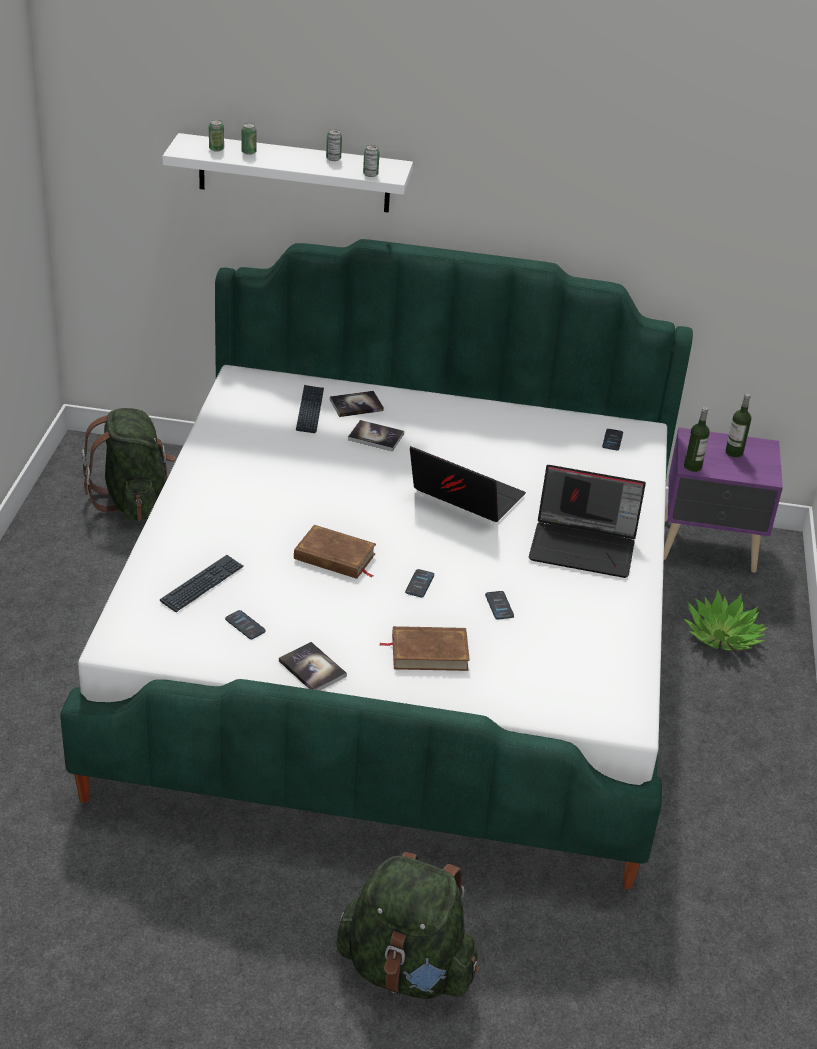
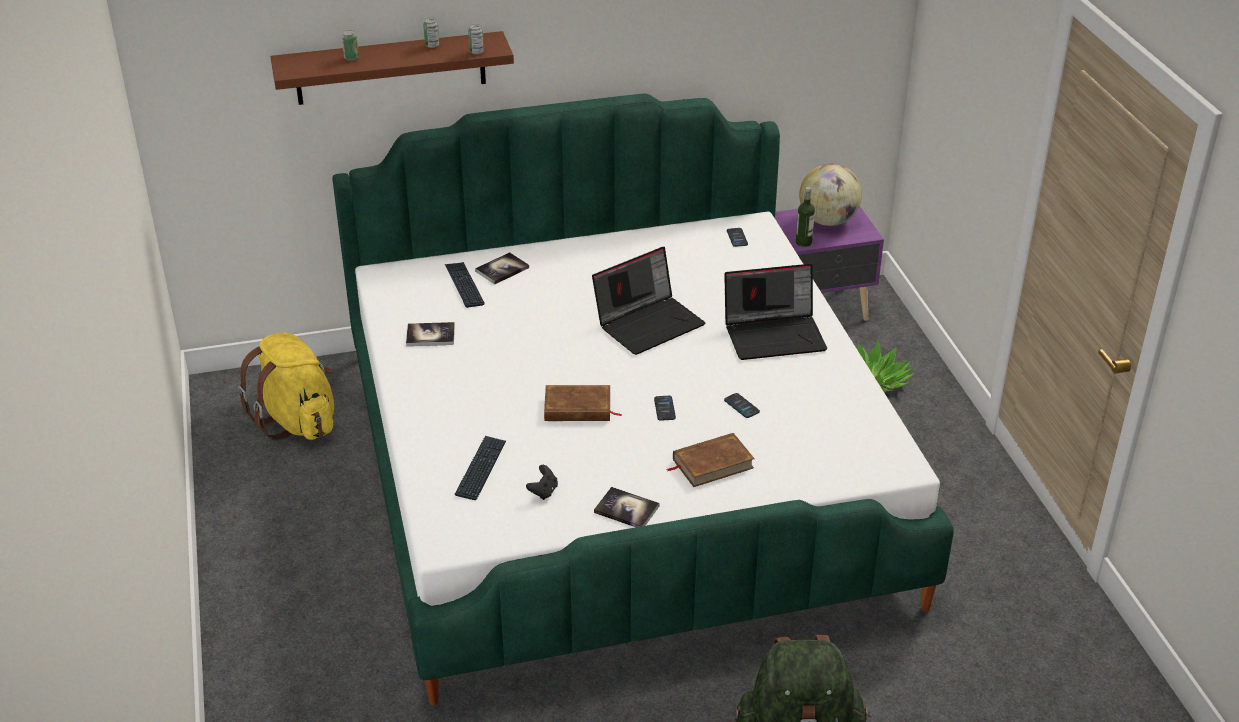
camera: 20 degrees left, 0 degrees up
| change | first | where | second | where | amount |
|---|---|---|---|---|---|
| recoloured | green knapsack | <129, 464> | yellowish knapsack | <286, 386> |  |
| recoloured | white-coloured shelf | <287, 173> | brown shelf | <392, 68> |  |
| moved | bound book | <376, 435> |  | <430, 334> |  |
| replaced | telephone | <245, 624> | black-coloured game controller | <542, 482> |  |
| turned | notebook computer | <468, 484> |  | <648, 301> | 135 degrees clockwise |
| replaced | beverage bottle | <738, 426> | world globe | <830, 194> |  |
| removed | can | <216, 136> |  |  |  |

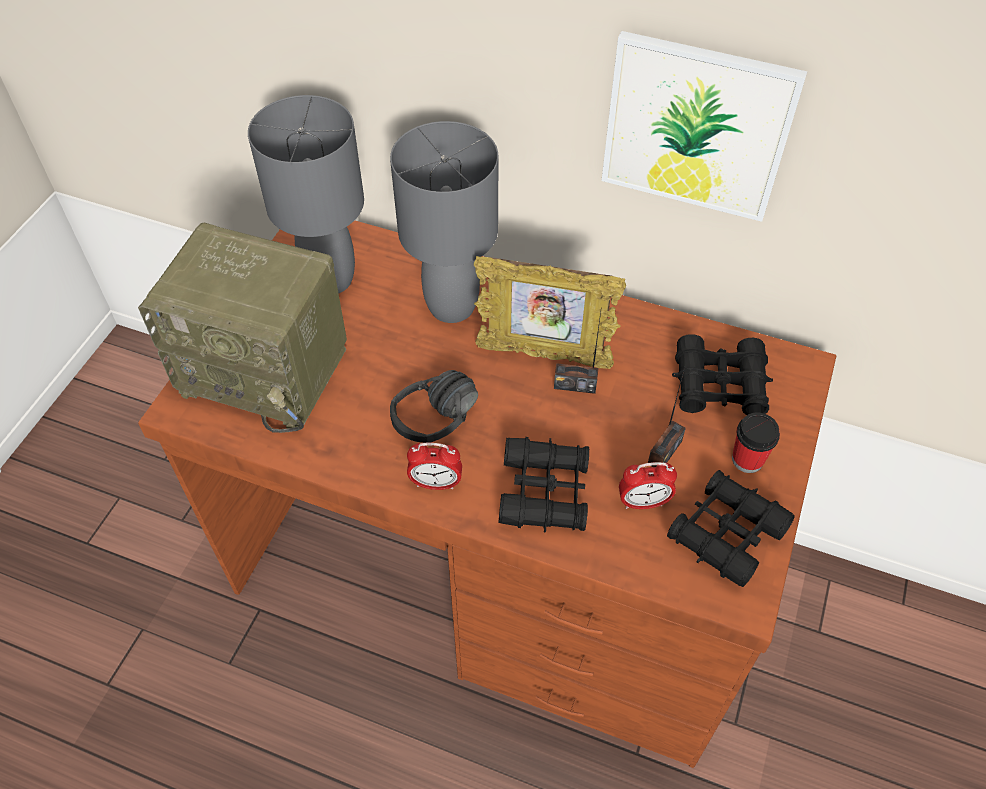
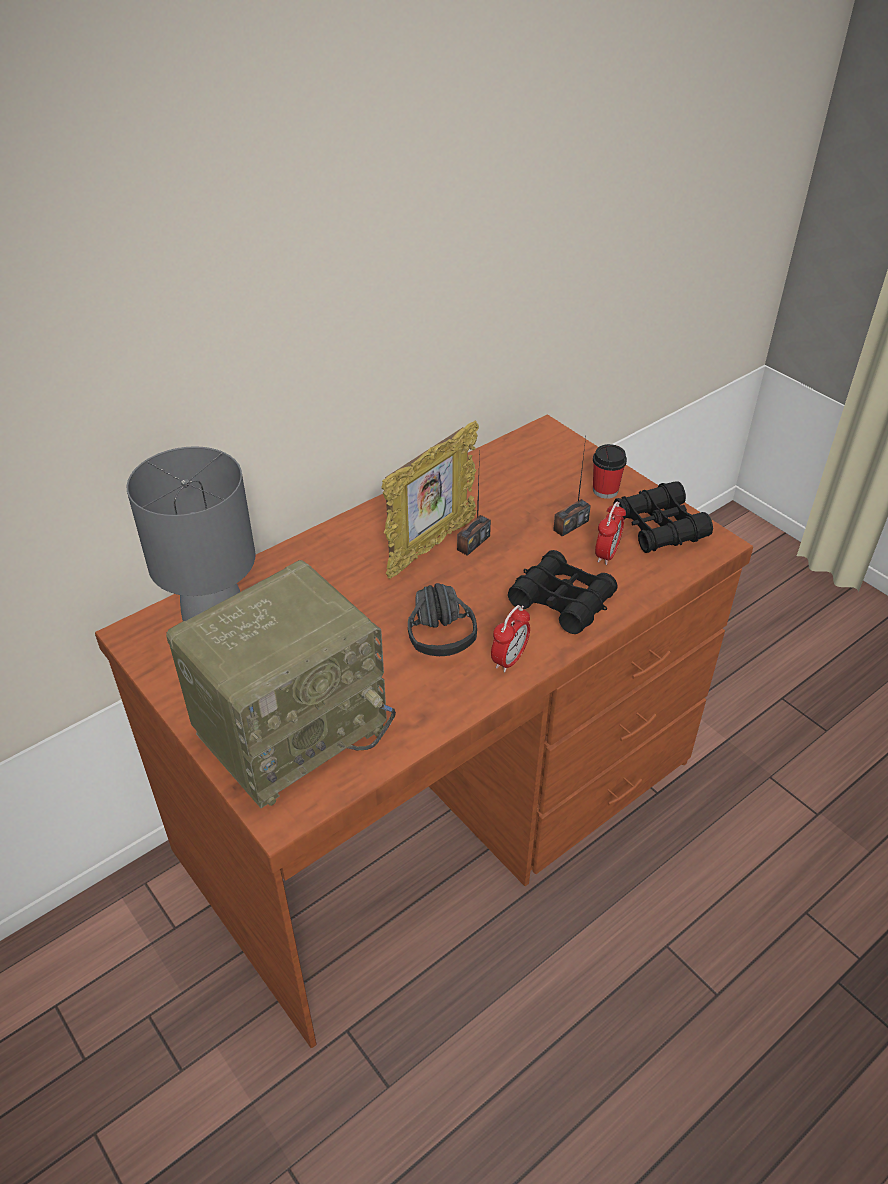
camera: 60 degrees left, 10 degrees down
| change | first | where | second | where | amount |
|---|---|---|---|---|---|
| turned | radio | <667, 417> |  | <572, 487> | 75 degrees clockwise |
| removed | greyish tabletop lamp | <444, 222> |  |  |  |
| removed | picture | <704, 126> |  |  |  |
| removed | black-coloured binoculars | <722, 374> |  |  |  |

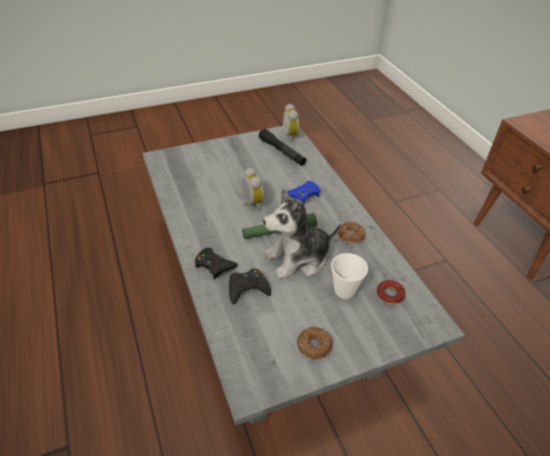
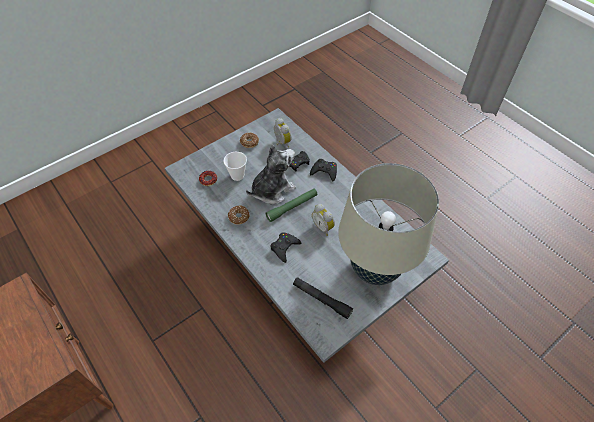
camera: 165 degrees right, 10 degrees up
| change | first | where | second | where | amount |
|---|---|---|---|---|---|
| recoloured | blue-coloured game controller | <303, 192> | black-coloured game controller | <286, 247> |  |
| moved | table clock | <291, 123> |  | <283, 133> |  |
| added |  |  | beige tabletop lamp | <388, 224> |  |

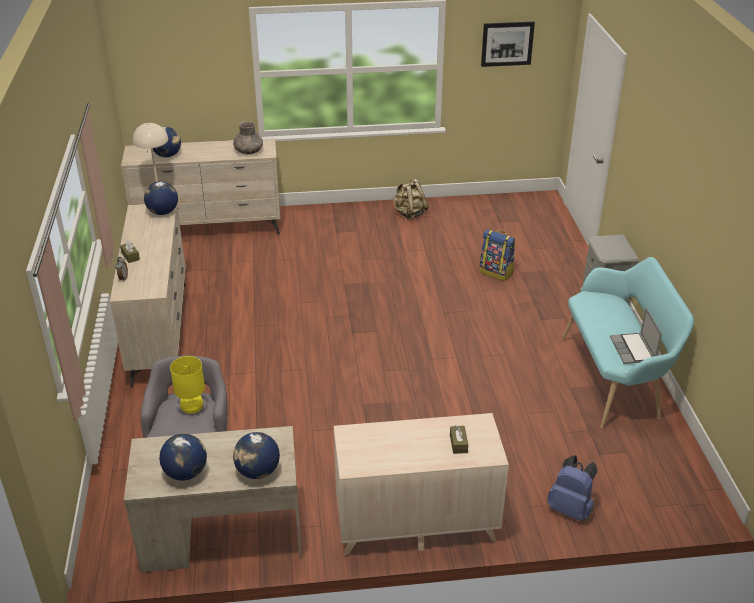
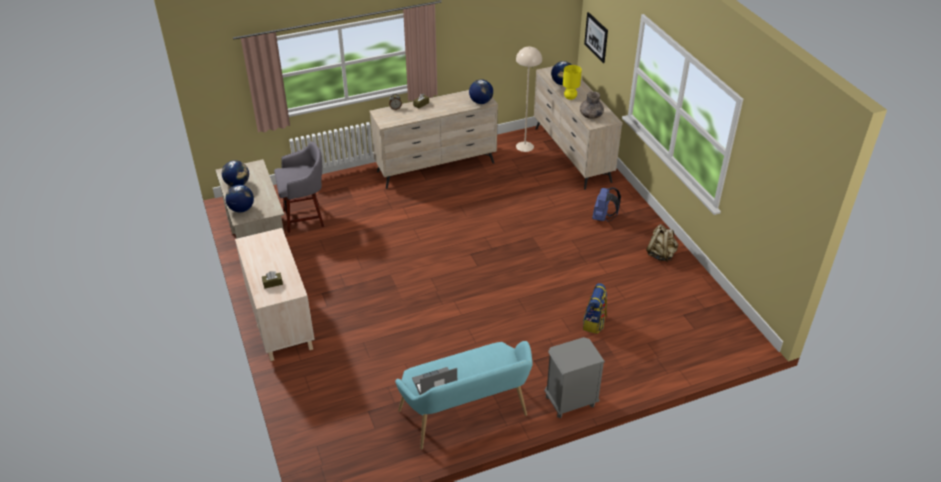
camera: 75 degrees right, 5 degrees up
| change | first | where | second | where | amount |
|---|---|---|---|---|---|
| moved | yellowish tabletop lamp | <187, 385> |  | <572, 82> |  |
| moved | picture | <508, 44> |  | <596, 37> |  |
| moved | blue-coloured knapsack | <572, 488> |  | <606, 204> |  |

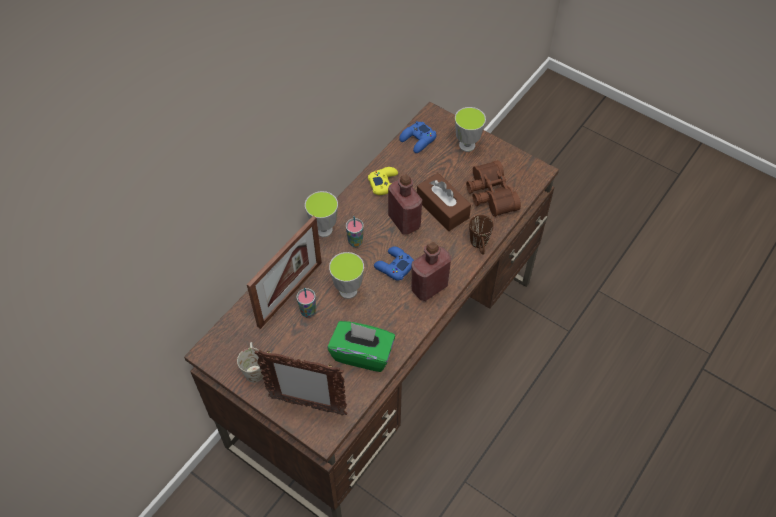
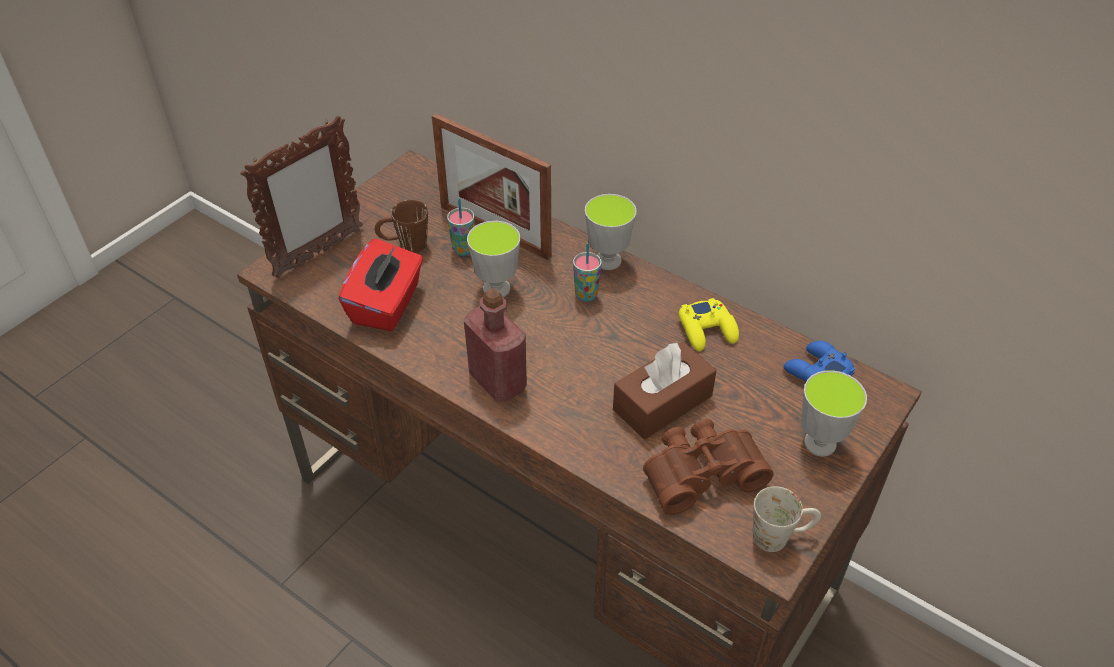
camera: 90 degrees right, 10 degrees down
| change | first | where | second | where | amount |
|---|---|---|---|---|---|
| turned | standing frame | <301, 383> |  | <301, 197> | 150 degrees counterclockwise |
| recoloured | green tissue holder | <361, 346> | red tissue holder | <380, 284> |  |
| moved | brown tea mug | <481, 235> |  | <401, 226> |  |
| moved | white-coloured tea mug | <250, 362> |  | <787, 519> |  |
| removed | blue-coloured game controller | <394, 263> |  |  |  |
| removed | red beverage bottle | <405, 204> |  |  |  |

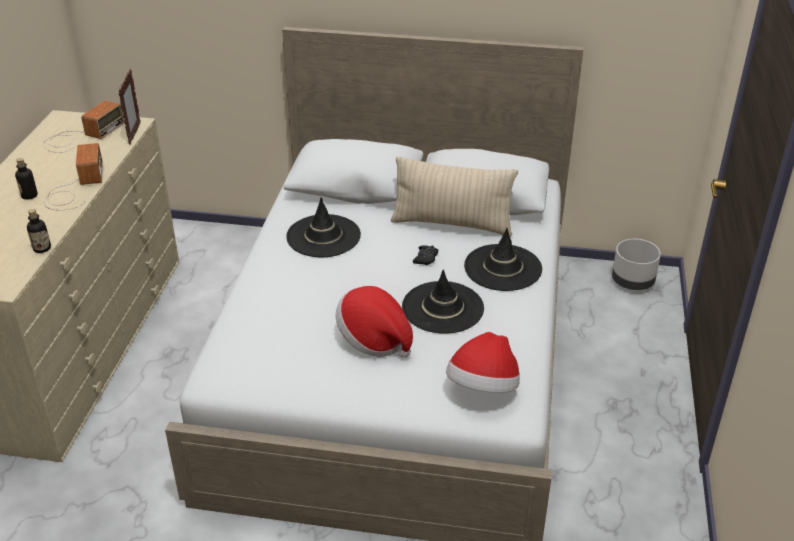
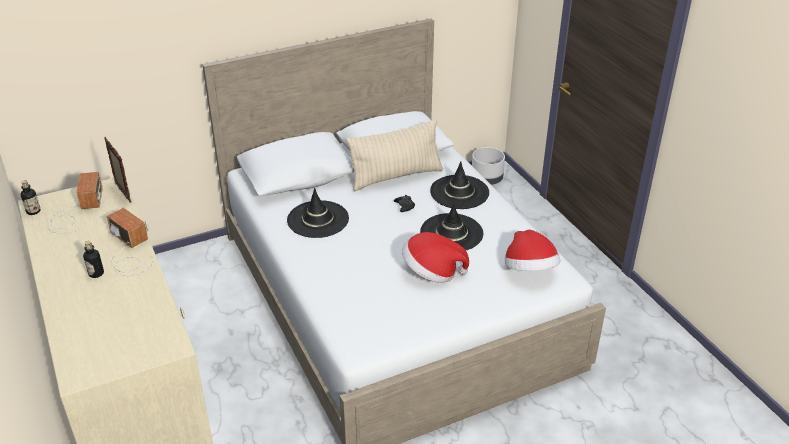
camera: 35 degrees left, 0 degrees up
| change | first | where | second | where | amount |
|---|---|---|---|---|---|
| moved | beverage bottle | <39, 231> |  | <31, 197> |  |

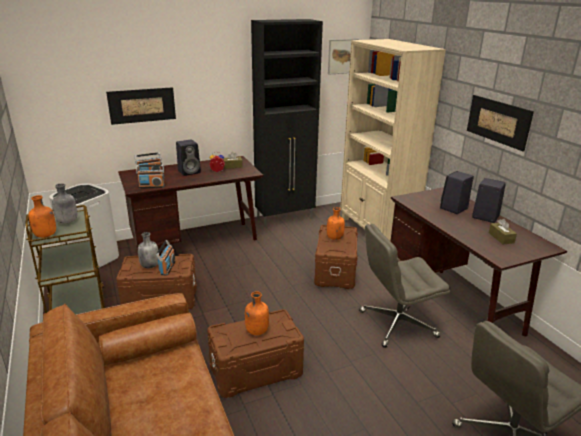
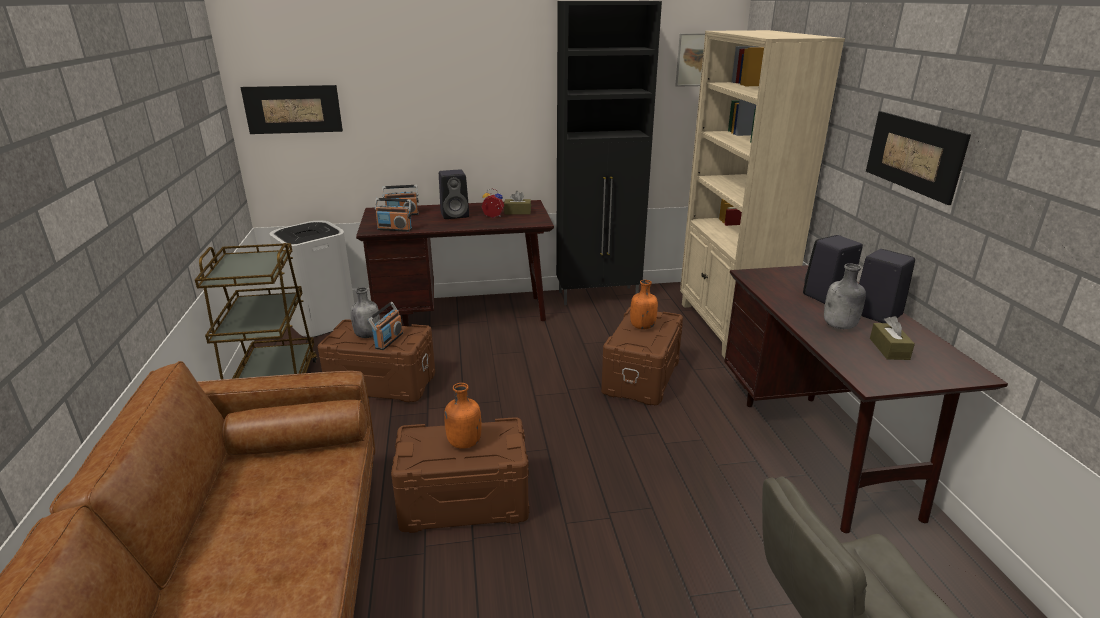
camera: 15 degrees right, 0 degrees up
| change | first | where | second | where | amount |
|---|---|---|---|---|---|
| moved | picture | <141, 106> |  | <291, 109> |  |
| moved | greyish beverage bottle | <64, 203> |  | <845, 296> |  |
| removed | orangey beverage bottle | <42, 216> |  |  |  |
| removed | greyish computer chair | <404, 286> |  |  |  |

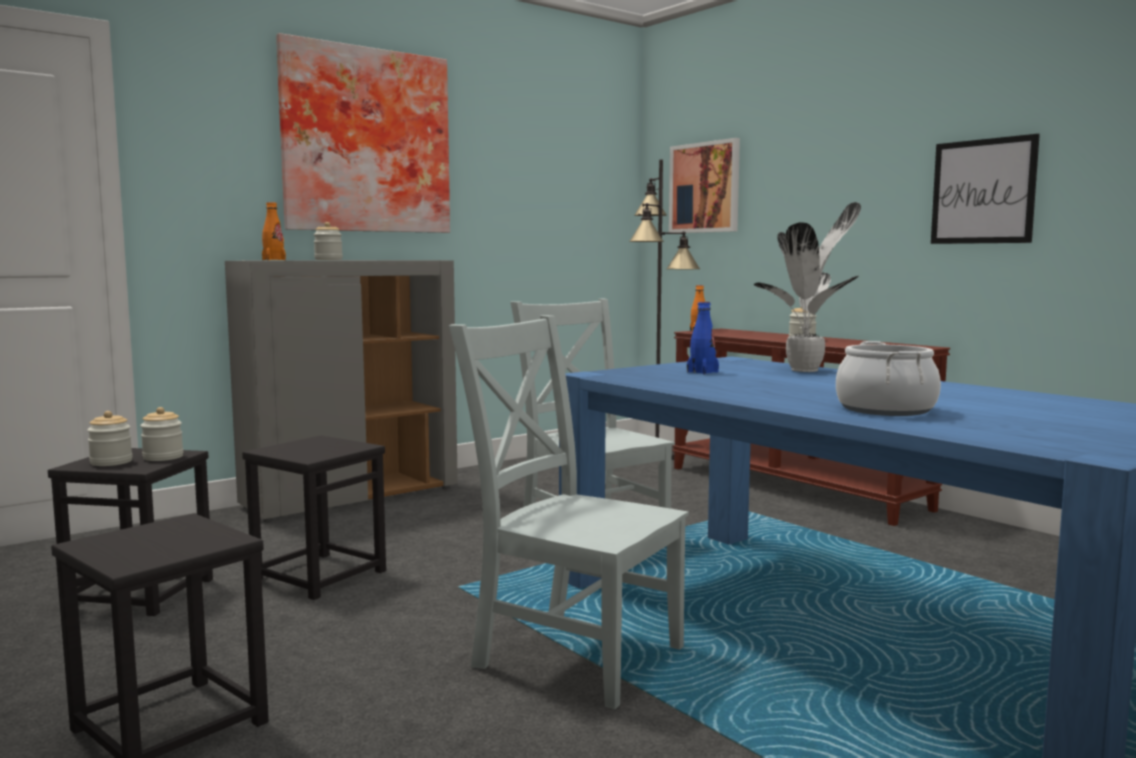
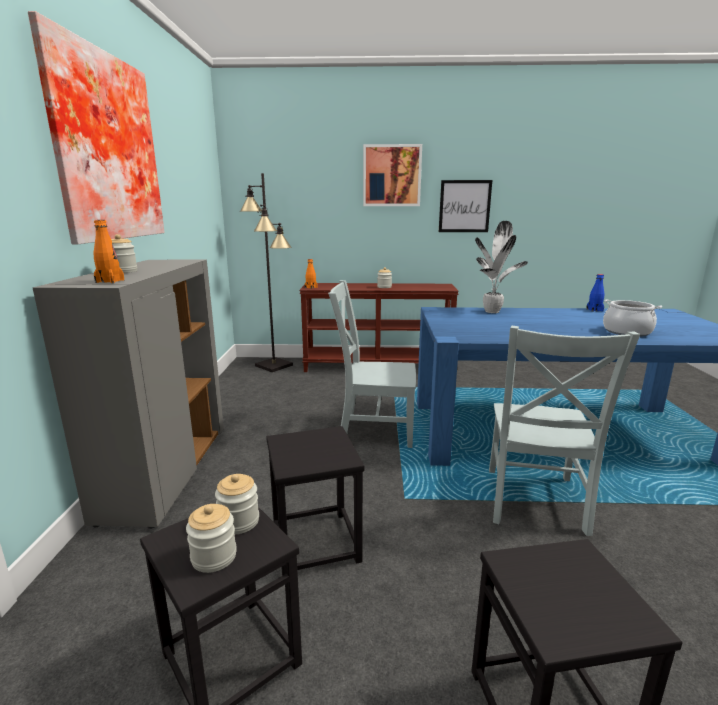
camera: 50 degrees left, 10 degrees up
| change | first | where | second | where | amount |
|---|---|---|---|---|---|
| moved | picture | <704, 185> |  | <392, 175> |  |
| turned | greyish chair | <569, 512> |  | <564, 431> | 60 degrees counterclockwise |
| moved | blue-coloured beverage bottle | <703, 338> |  | <595, 293> |  |

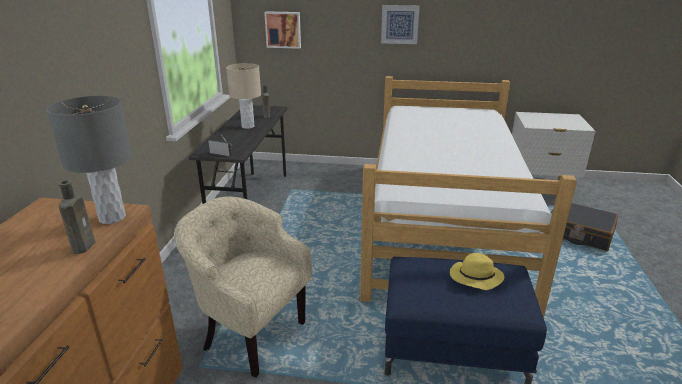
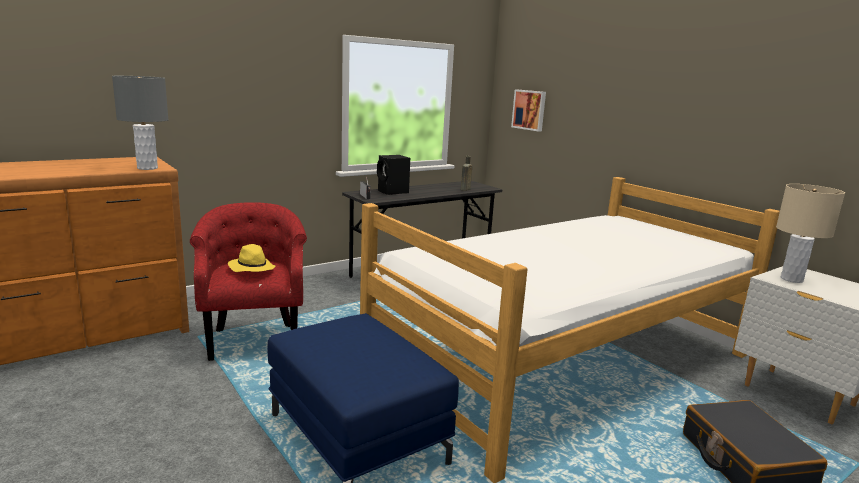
camera: 45 degrees right, 10 degrees down
| change | first | where | second | where | amount |
|---|---|---|---|---|---|
| recoloured | beige lounge chair | <243, 287> | red lounge chair | <248, 281> |  |
| moved | yellowish wearable hat | <477, 271> |  | <251, 258> |  |
| added |  |  | black-coloured loudspeaker | <393, 175> |  |
| moved | beige tabletop lamp | <243, 96> |  | <810, 233> |  |
| removed | brown beverage bottle | <76, 217> |  |  |  |
| removed | picture | <400, 24> |  |  |  |

